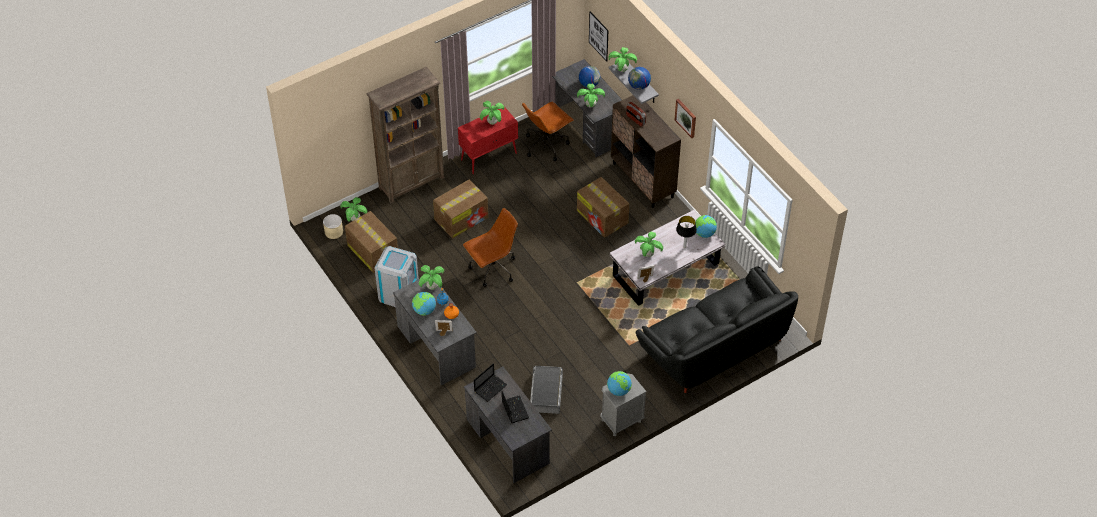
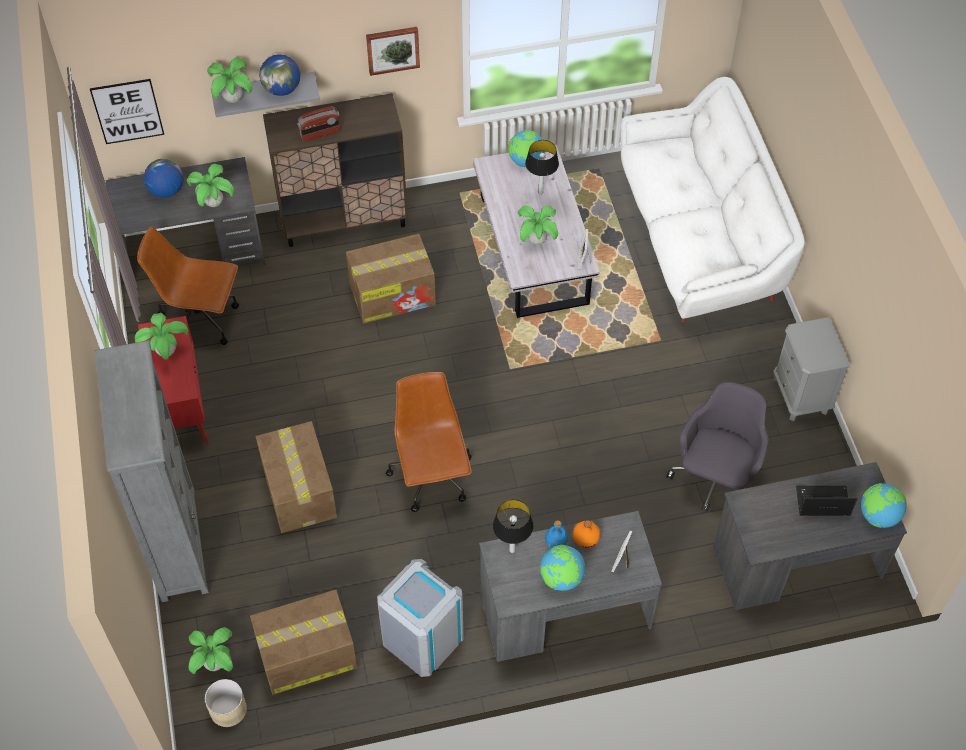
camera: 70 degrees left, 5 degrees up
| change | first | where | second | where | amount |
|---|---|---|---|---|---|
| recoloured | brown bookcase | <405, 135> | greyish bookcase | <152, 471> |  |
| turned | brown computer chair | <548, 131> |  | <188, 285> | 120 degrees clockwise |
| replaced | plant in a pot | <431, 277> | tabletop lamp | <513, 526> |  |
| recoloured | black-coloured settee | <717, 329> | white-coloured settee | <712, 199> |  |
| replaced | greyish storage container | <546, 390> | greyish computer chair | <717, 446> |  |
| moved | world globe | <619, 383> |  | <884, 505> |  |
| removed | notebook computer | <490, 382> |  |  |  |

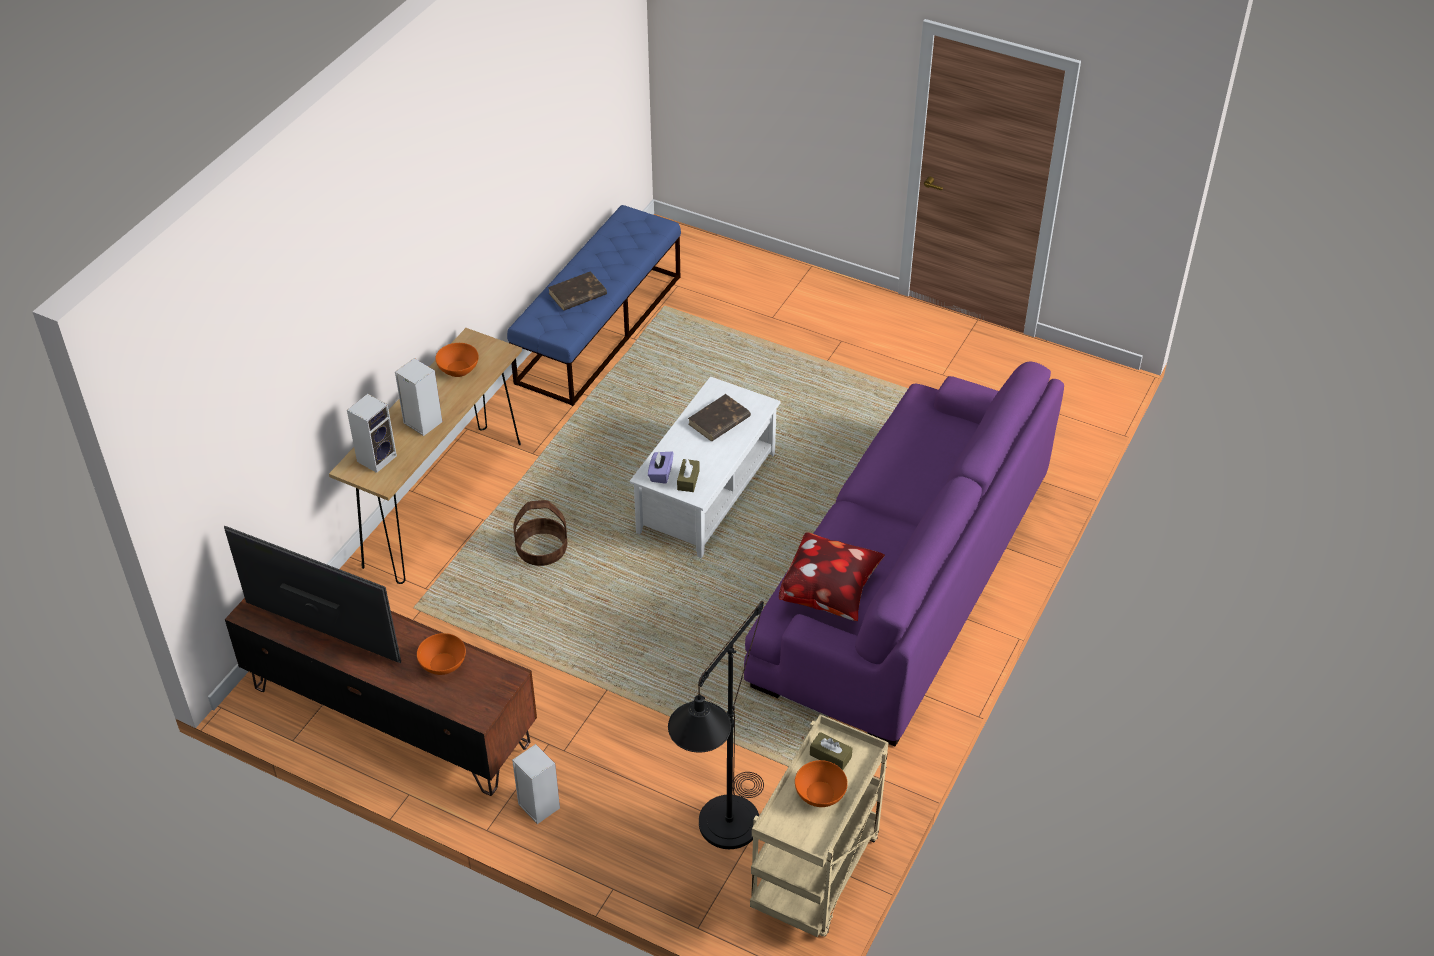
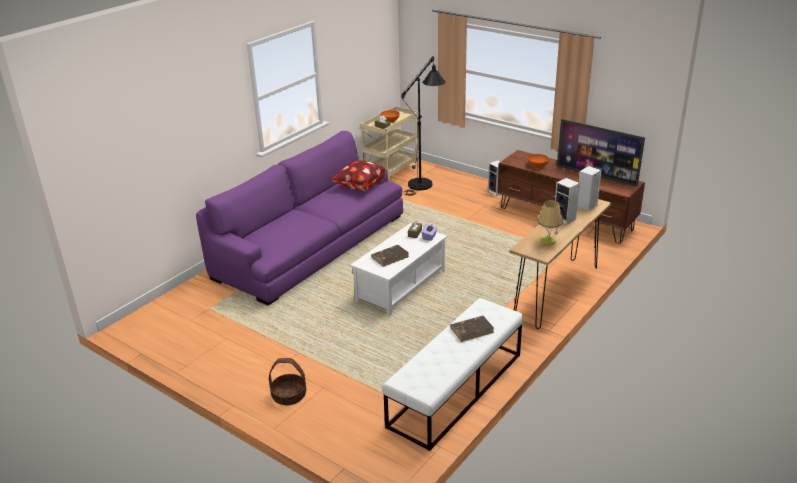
camera: 170 degrees left, 15 degrees down
| change | first | where | second | where | amount |
|---|---|---|---|---|---|
| moved | storage basket | <540, 533> |  | <287, 381> |  |
| recoloured | blue-coloured indoor bench | <594, 305> | white-coloured indoor bench | <452, 374> |  |
| replaced | orangey serving bowl | <456, 360> | tabletop lamp | <550, 222> |  |

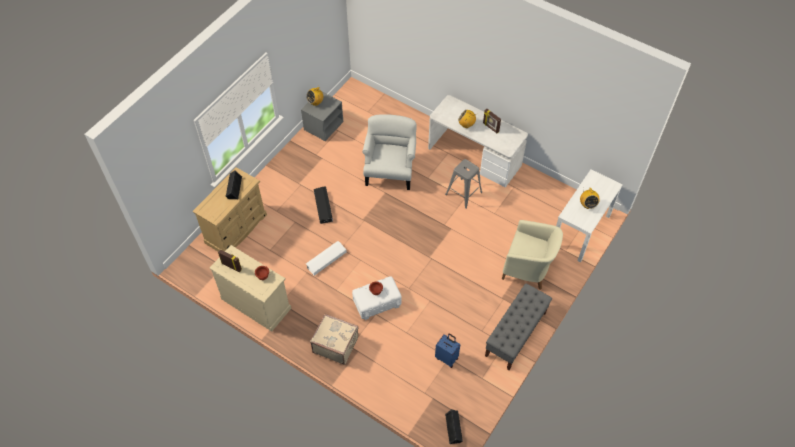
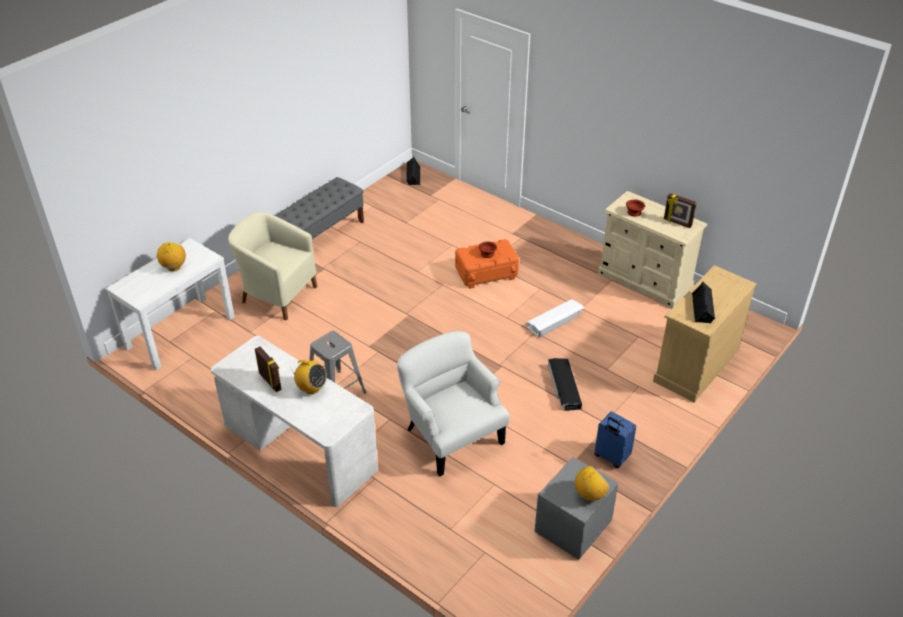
camera: 175 degrees left, 15 degrees down
| change | first | where | second | where | amount |
|---|---|---|---|---|---|
| turned | white-coloured lounge chair | <389, 152> |  | <453, 403> | 135 degrees clockwise |
| recoloured | white-coloured storage container | <377, 298> | orangey storage container | <487, 264> |  |
| moved | blue-coloured travel case | <447, 351> |  | <615, 439> |  |
| removed | beige travel case | <334, 339> |  |  |  |

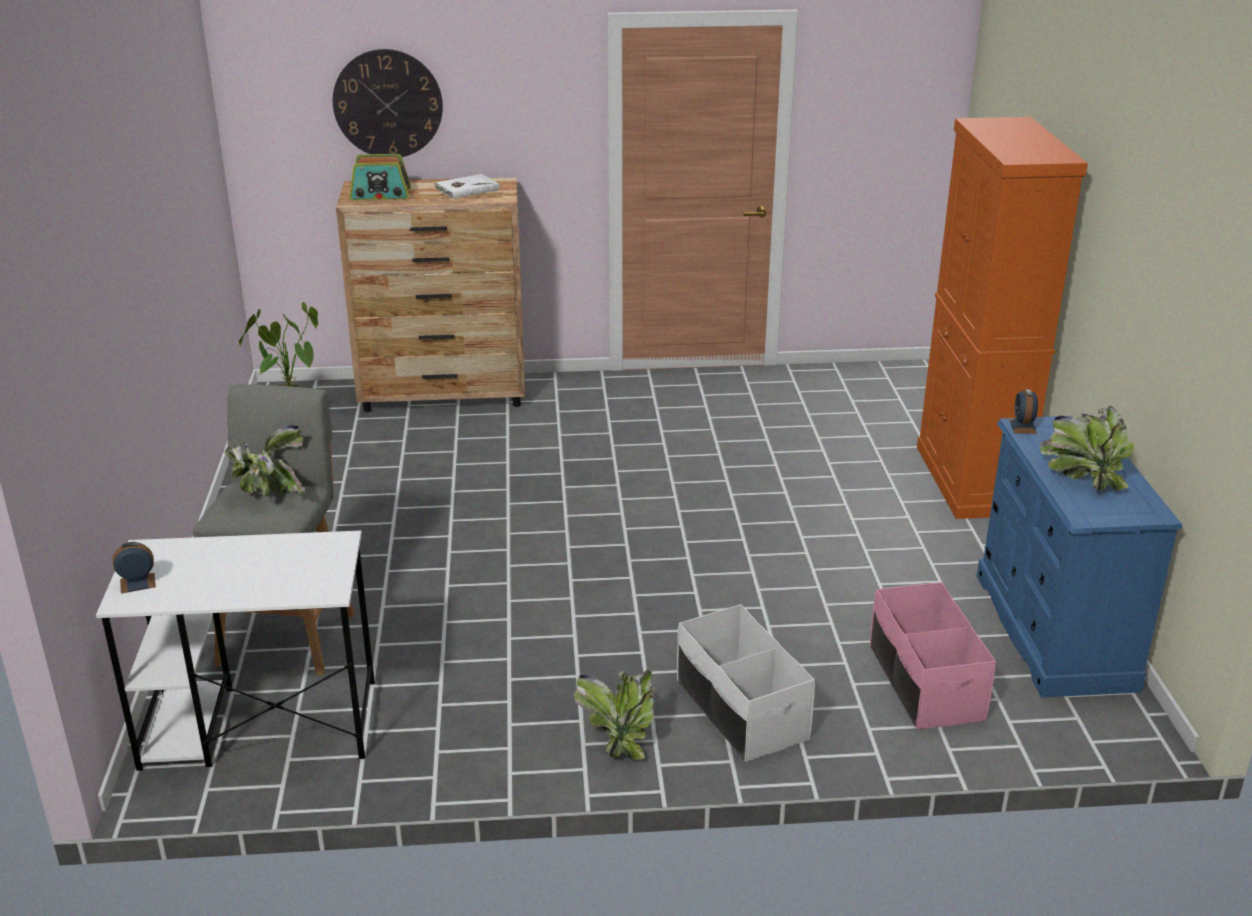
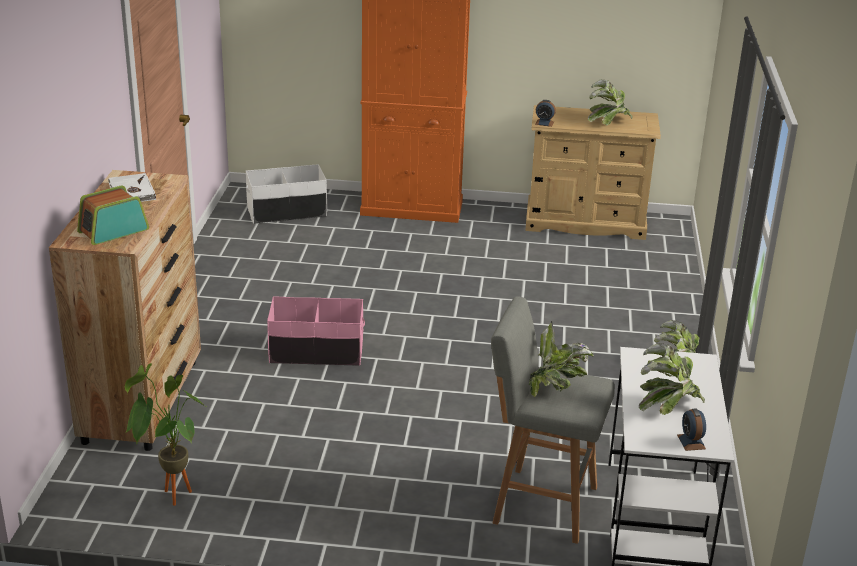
camera: 80 degrees left, 0 degrees up
| change | first | where | second | where | amount |
|---|---|---|---|---|---|
| turned | radio | <380, 177> |  | <113, 215> | 135 degrees counterclockwise |
| moved | white-coloured storage container | <746, 683> |  | <286, 194> |  |
| moved | pink storage container | <933, 655> |  | <316, 331> |  |
| recoloured | blue-coloured dresser | <1079, 556> | beige dresser | <593, 172> |  |
| added |  |  | plant in a pot | <672, 379> |  |
| removed | clock on the wall | <388, 103> |  |  |  |

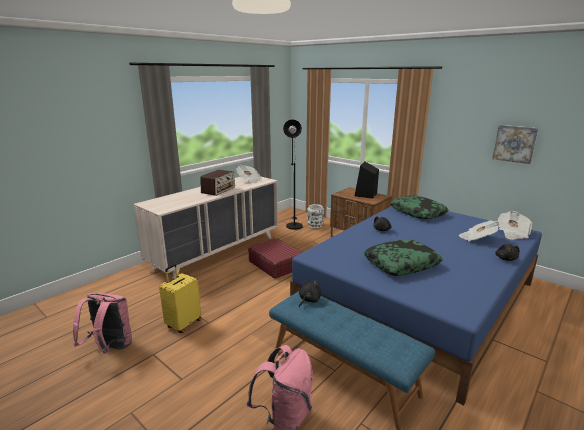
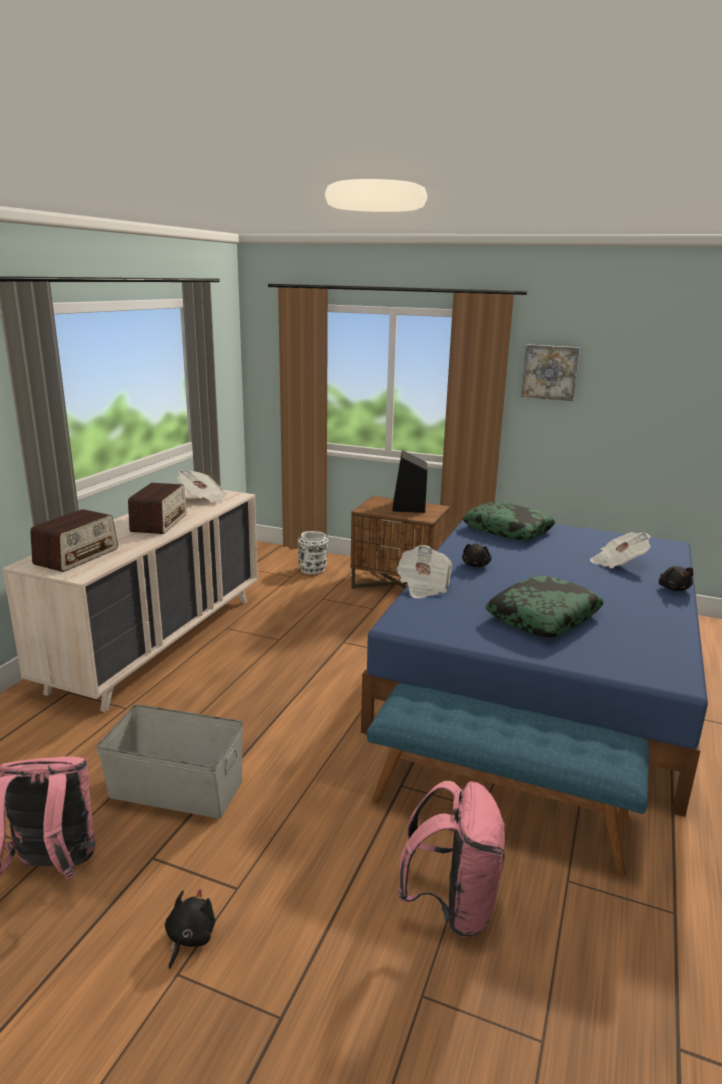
camera: 20 degrees left, 0 degrees up
| change | first | where | second | where | amount |
|---|---|---|---|---|---|
| added |  |  | radio | <74, 540> |  |
| replaced | yellowish travel case | <180, 298> | greyish storage container | <169, 762> |  |
| moved | black-coloured plush toy | <310, 293> |  | <190, 928> |  |
| moved | newspaper | <515, 225> |  | <424, 571> |  |
| moved | picture | <515, 144> |  | <550, 372> |  |
| removed | red travel case | <275, 258> |  |  |  |
| removed | black-coloured standard lamp | <293, 174> |  |  |  |

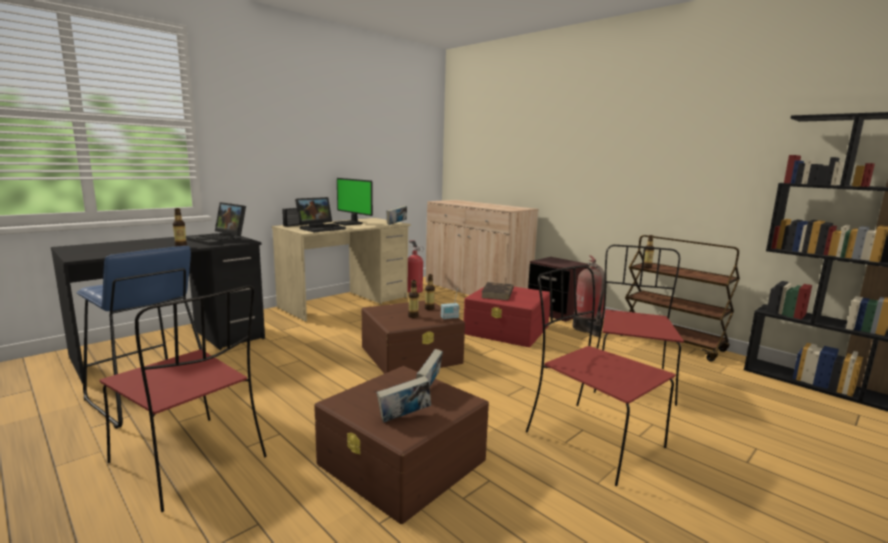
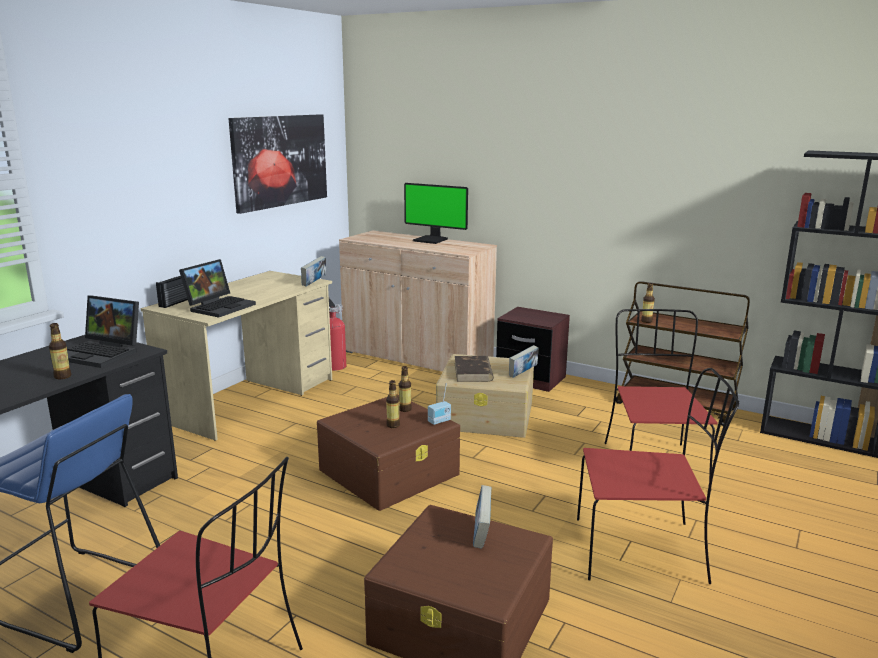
camera: 15 degrees left, 5 degrees up
| change | first | where | second | where | amount |
|---|---|---|---|---|---|
| added |  |  | picture | <278, 164> |  |
| moved | computer display | <353, 202> |  | <436, 213> |  |
| recoloured | red storage container | <507, 316> | beige storage container | <485, 396> |  |
| moved | bound book | <404, 399> |  | <524, 361> |  |
| turned | red chair | <601, 375> |  | <658, 476> | 150 degrees clockwise |
| removed | fire-fighting cylinder | <588, 296> |  |  |  |

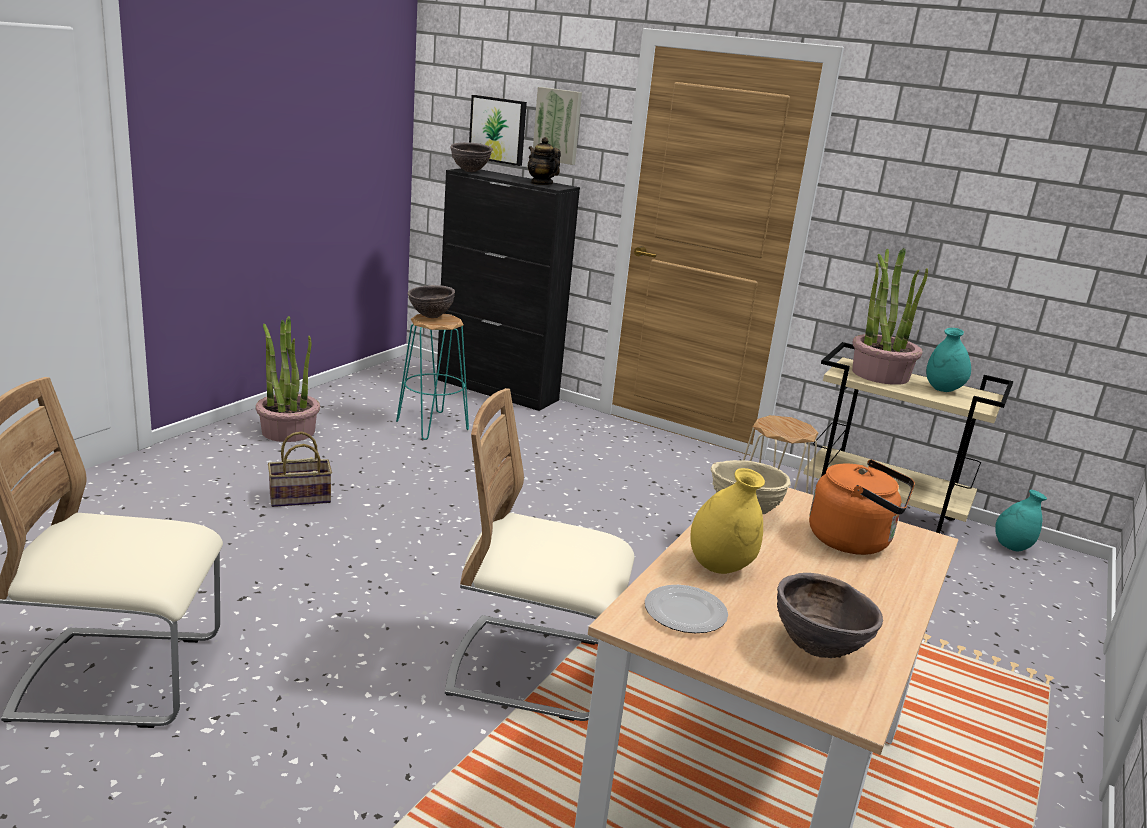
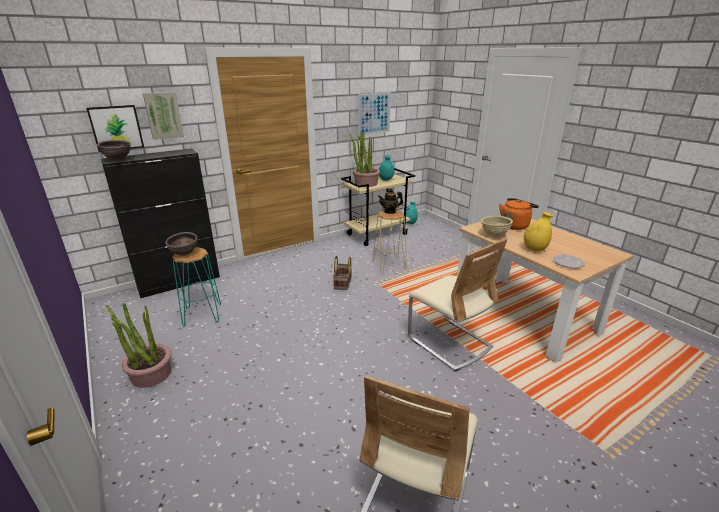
camera: 60 degrees left, 5 degrees up
| change | first | where | second | where | amount |
|---|---|---|---|---|---|
| moved | storage basket | <300, 469> |  | <342, 273> |  |
| added |  |  | picture | <374, 114> |  |
| moved | teapot | <544, 161> |  | <390, 201> |  |
| turned | beige chair | <539, 554> |  | <457, 305> | 75 degrees counterclockwise |
| removed | brown serving bowl | <830, 615> |  |  |  |

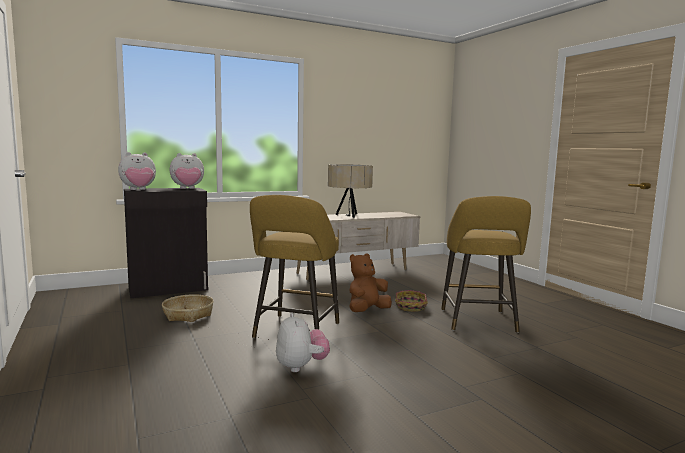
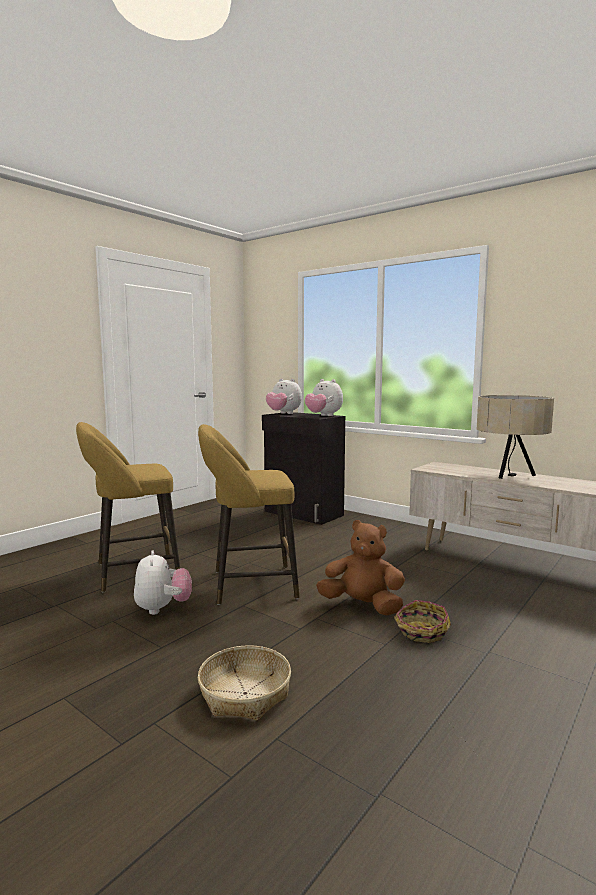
camera: 65 degrees right, 0 degrees up
| change | first | where | second | where | amount |
|---|---|---|---|---|---|
| moved | yellowish stool seat | <486, 264> |  | <128, 507> |  |
| turned | plush toy | <303, 342> |  | <163, 582> | 60 degrees counterclockwise |
| moved | storage basket | <188, 308> |  | <244, 682> |  |

